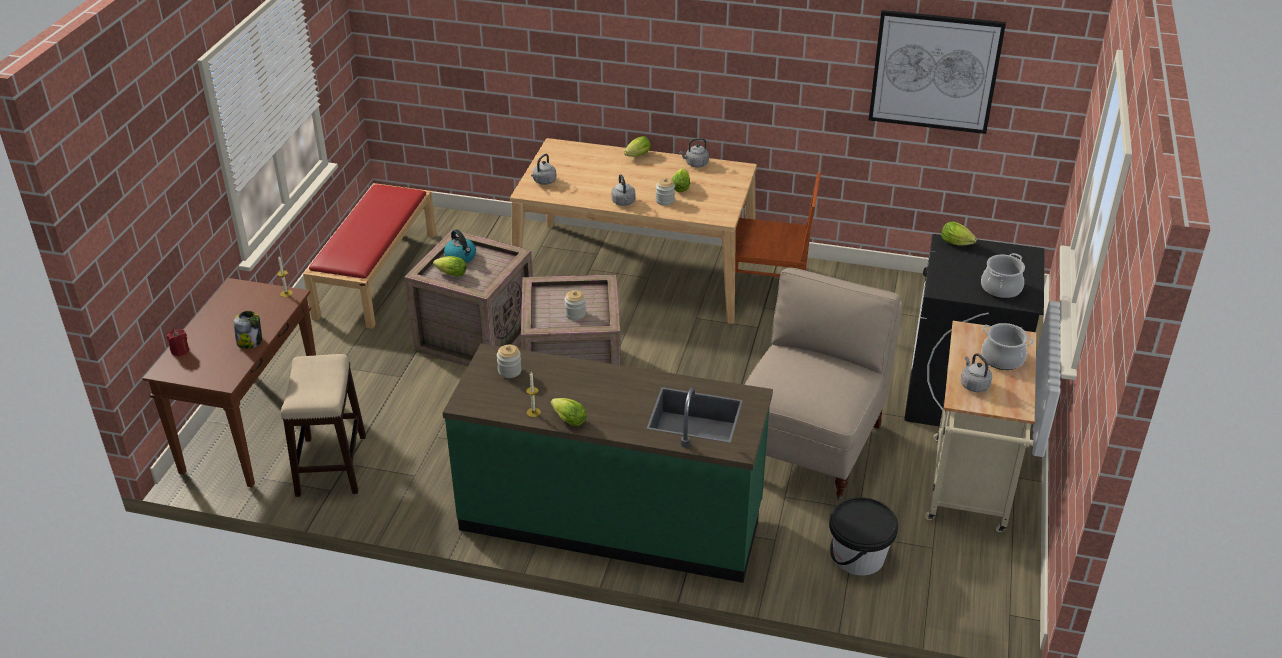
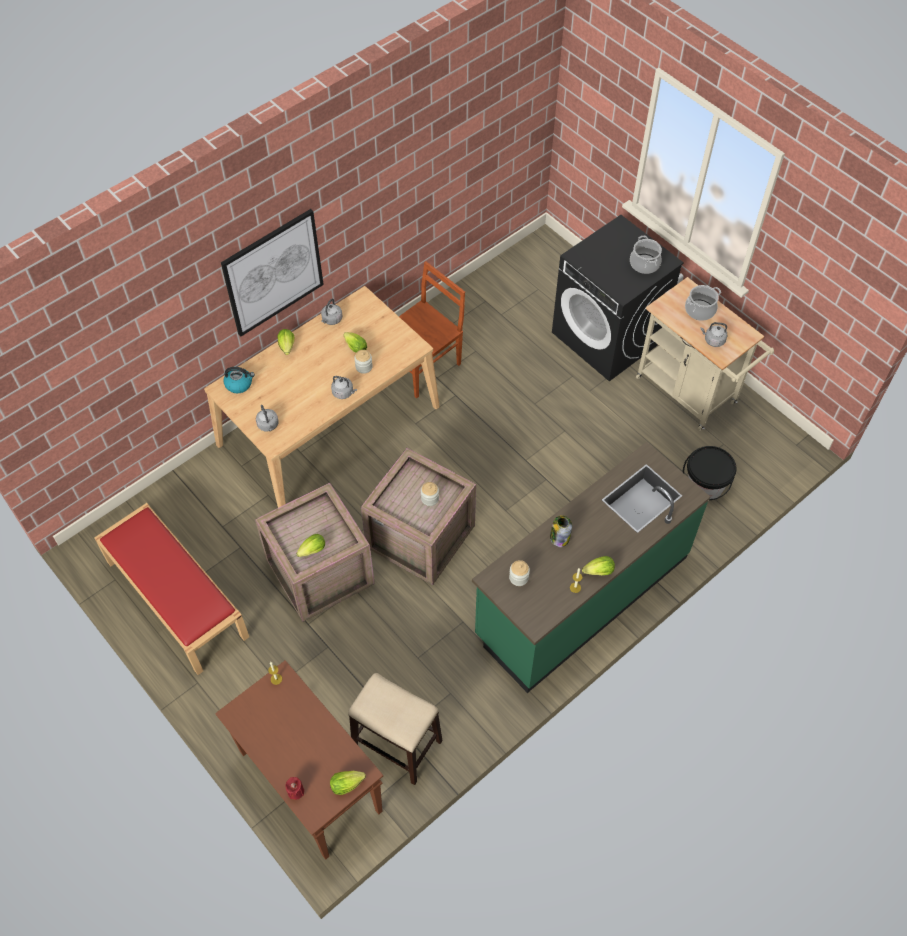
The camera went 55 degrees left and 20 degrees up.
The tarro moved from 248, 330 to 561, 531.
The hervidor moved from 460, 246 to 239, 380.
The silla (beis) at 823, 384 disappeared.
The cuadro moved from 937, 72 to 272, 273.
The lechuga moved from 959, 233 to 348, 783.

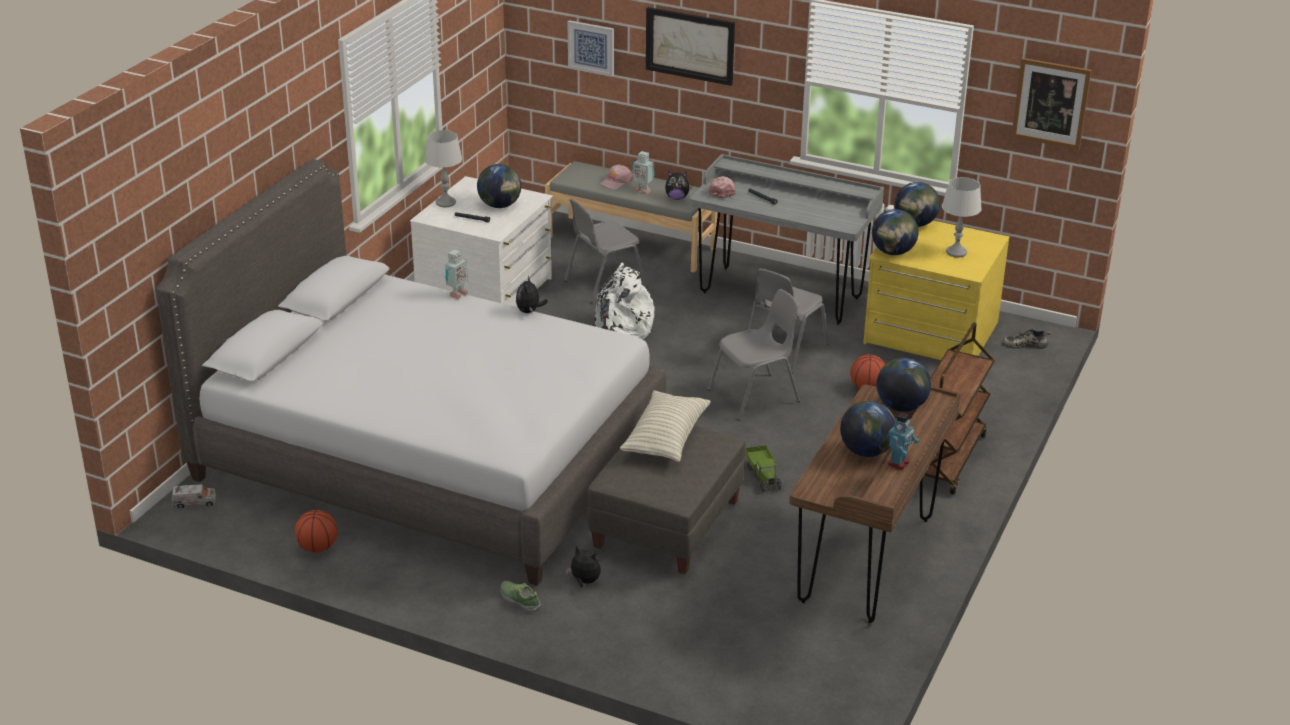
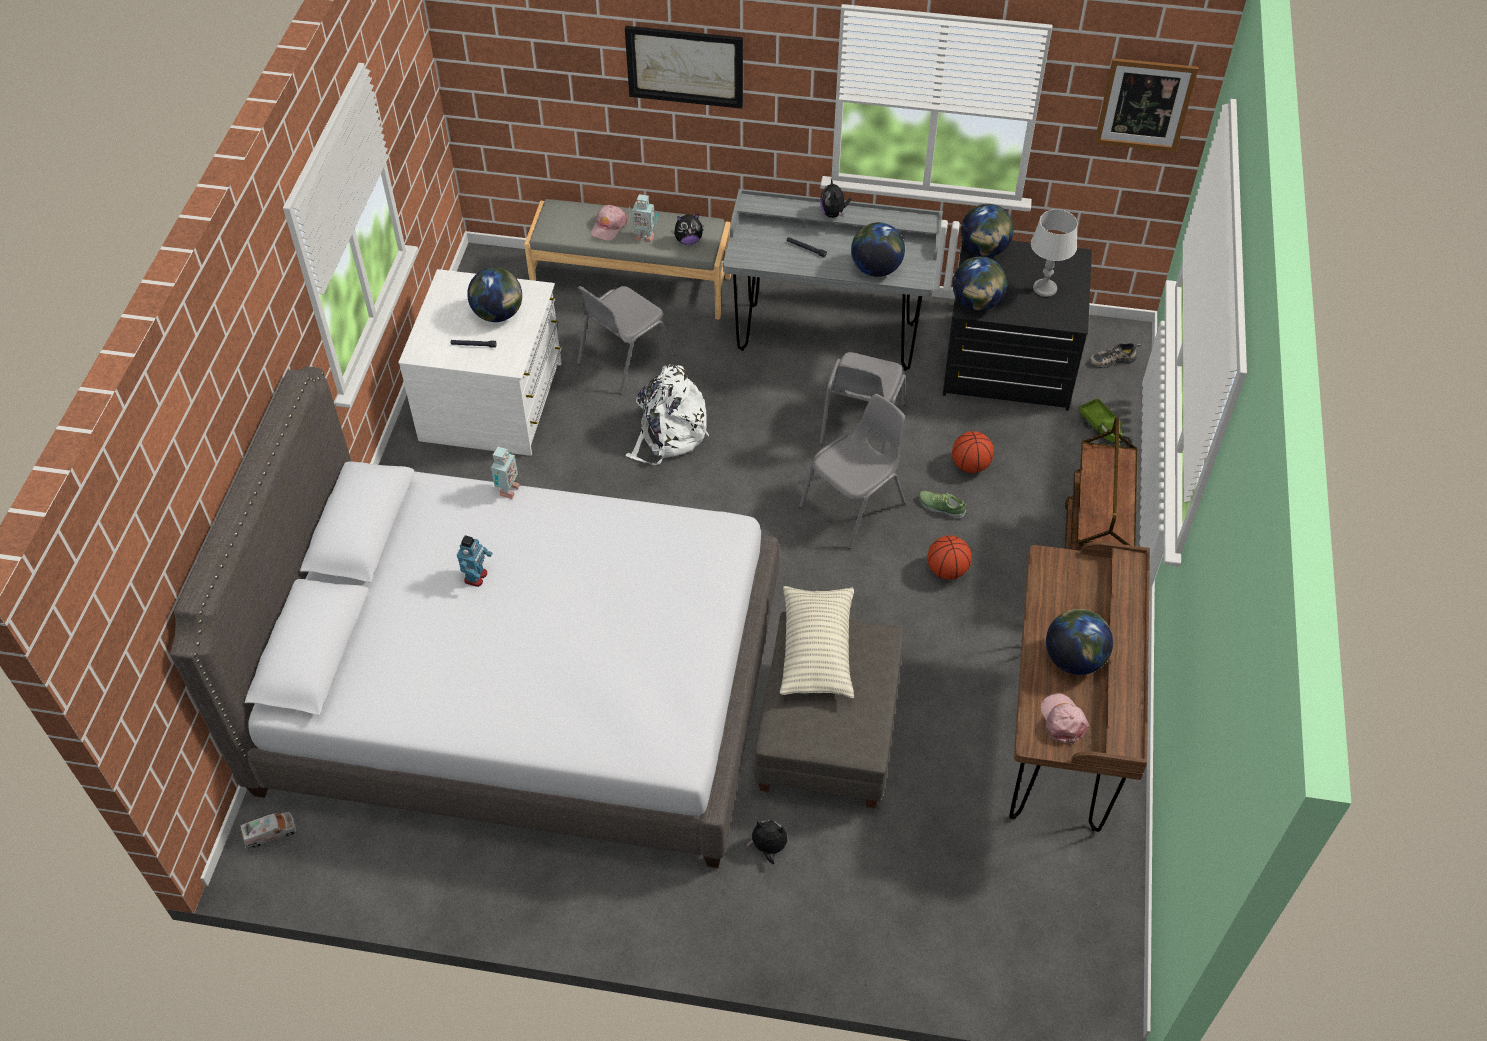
The camera went 15 degrees left and 20 degrees up.
The balón de baloncesto moved from 316, 531 to 949, 558.
The lámpara de mesa (gris) at 443, 168 disappeared.
The zapato moved from 520, 596 to 943, 505.
The peluche moved from 532, 294 to 835, 198.
The cuadro at 591, 48 disappeared.
The gorra (rosa) moved from 722, 187 to 1065, 718.
The camión de juguete moved from 763, 469 to 1105, 422.
The cómoda (amarillo) at 936, 290 became the cómoda (negro) at 1017, 325.
The globo terráqueo moved from 903, 385 to 878, 249.
The robot de juguete moved from 903, 440 to 475, 561.

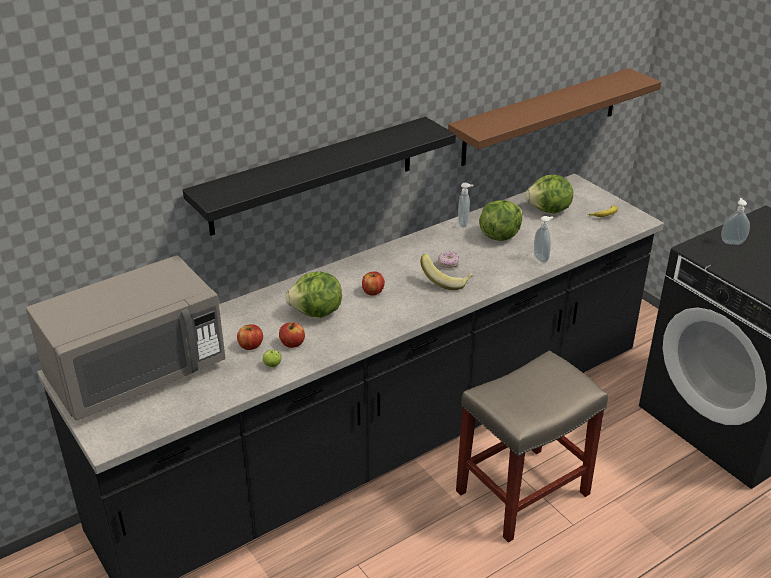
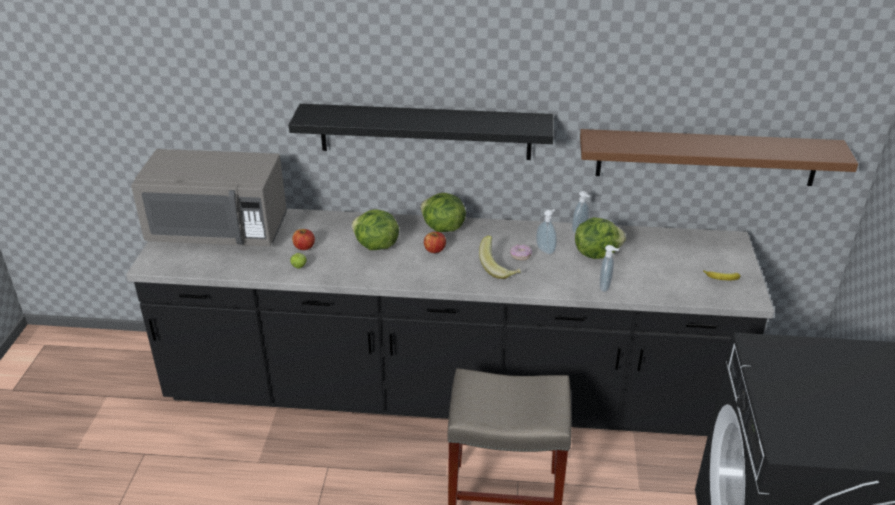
The camera went 40 degrees right and 0 degrees up.
The manzana at 292, 335 disappeared.
The lechuga moved from 549, 194 to 443, 212.
The dispensador de jabón moved from 735, 221 to 546, 231.

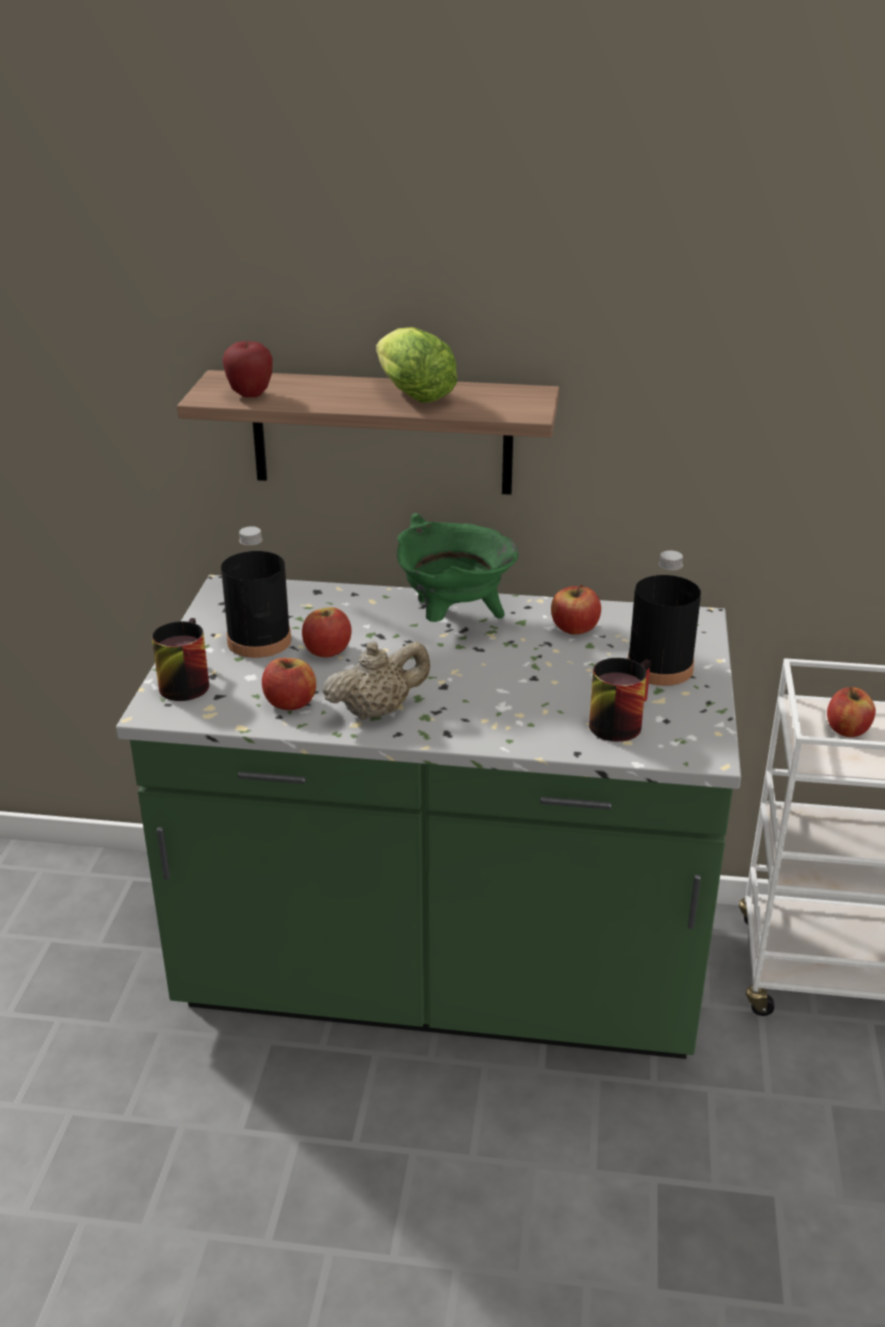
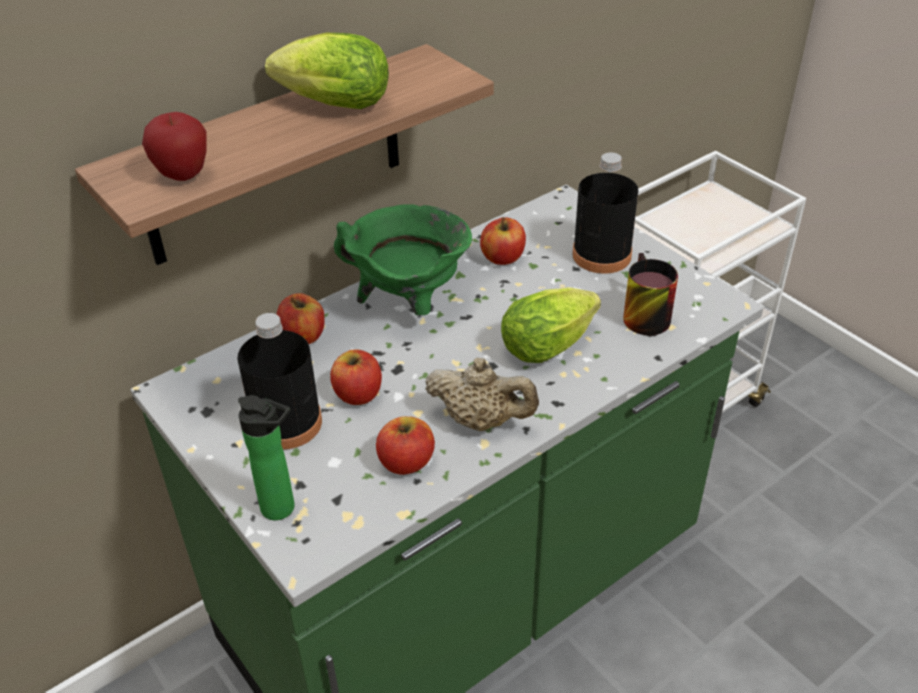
The camera went 45 degrees left and 10 degrees up.
The taza grande at 180, 659 was replaced by the botella at 266, 457.
The tetera (beis) at 376, 680 turned 90 degrees clockwise.
The manzana moved from 851, 712 to 301, 318.
The lechuga at 551, 325 appeared.

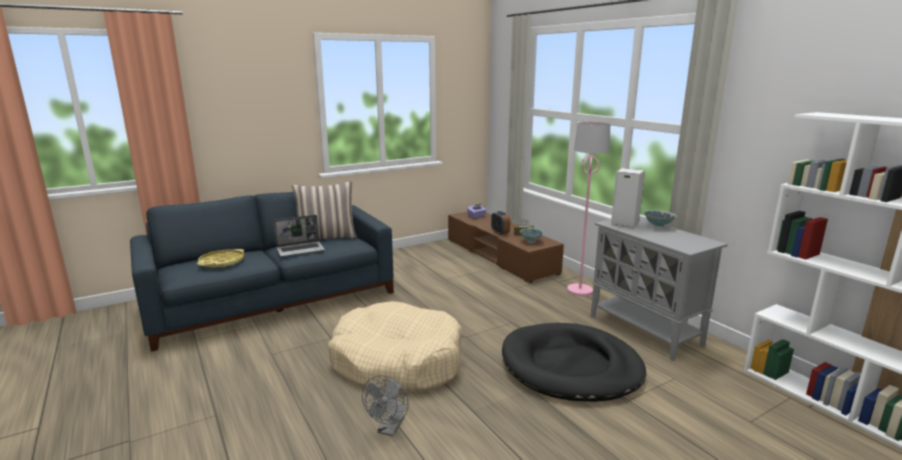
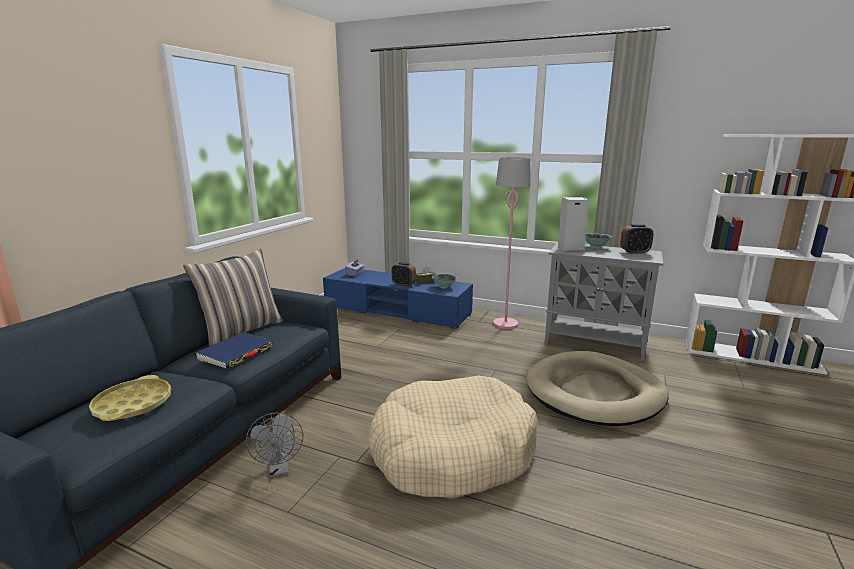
The camera went 35 degrees left and 0 degrees up.
The portátil at 299, 236 was replaced by the libro (azul) at 234, 350.
The ventilador (gris) moved from 385, 405 to 274, 445.
The mueble de televisión (marrón) at 506, 247 became the mueble de televisión (azul) at 398, 298.
The cama para perro (negro) at 574, 362 became the cama para perro (beis) at 597, 388.
The despertador at 637, 239 appeared.

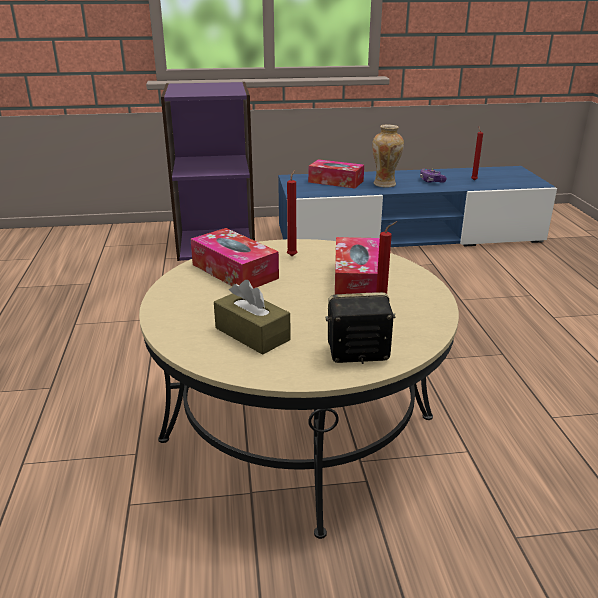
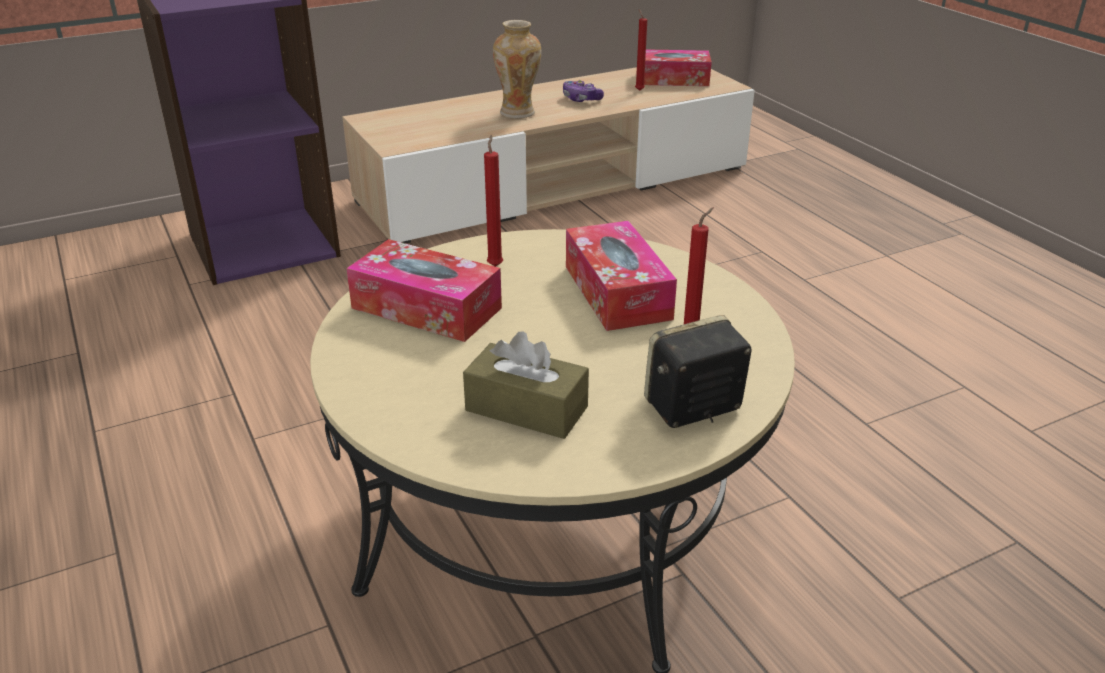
The camera went 20 degrees left and 5 degrees up.
The mueble de televisión (azul) at 417, 206 became the mueble de televisión (beis) at 548, 155.
The caja de pañuelos moved from 336, 174 to 678, 67.

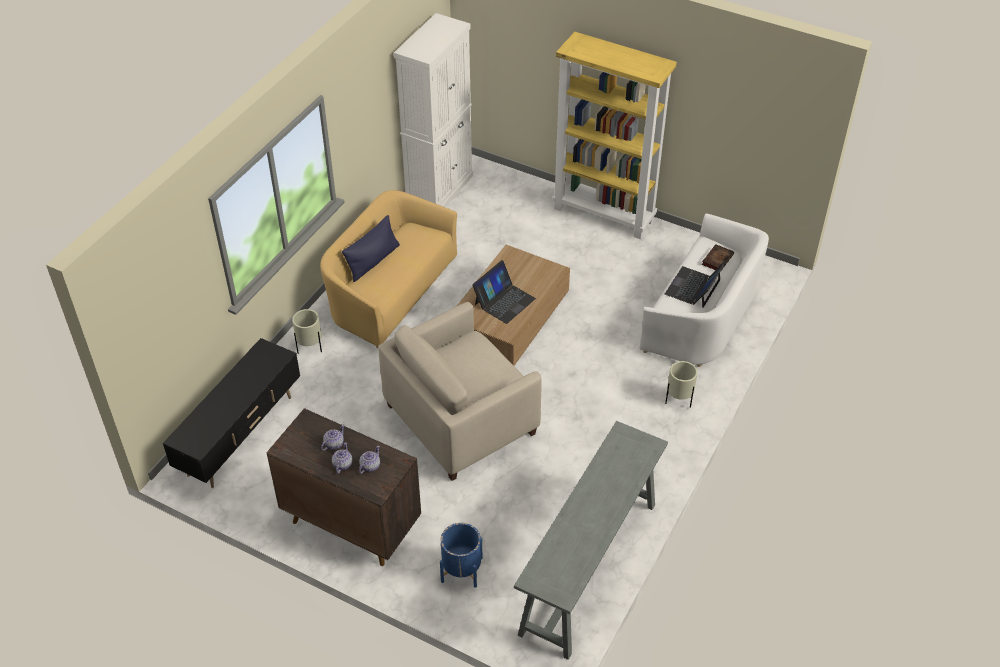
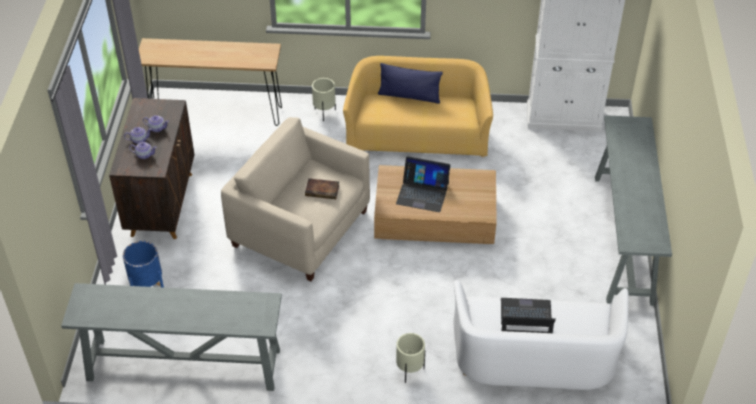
The camera went 65 degrees right and 0 degrees up.
The mueble de televisión (negro) at 231, 413 was replaced by the mesa consola (marrón) at 210, 82.
The estantería (amarillo) at 614, 135 was replaced by the mesa consola (gris) at 633, 210.
The libro moved from 718, 258 to 322, 188.

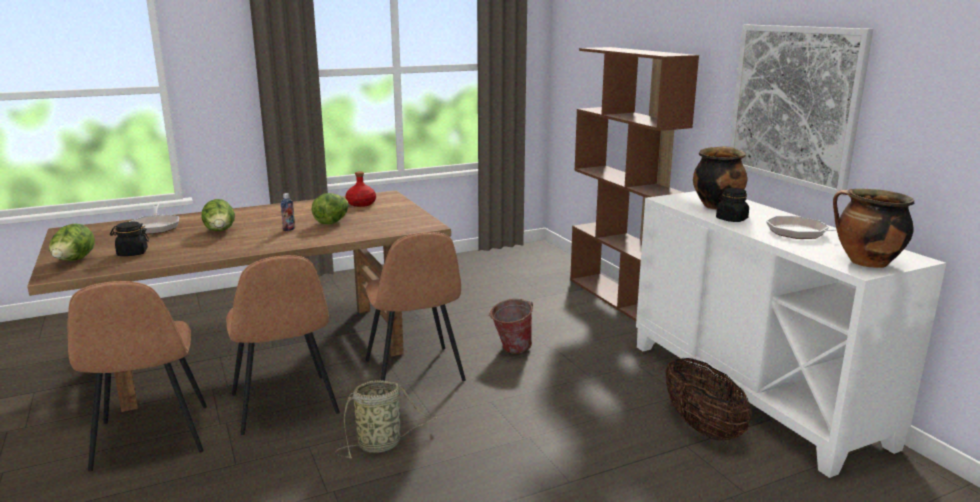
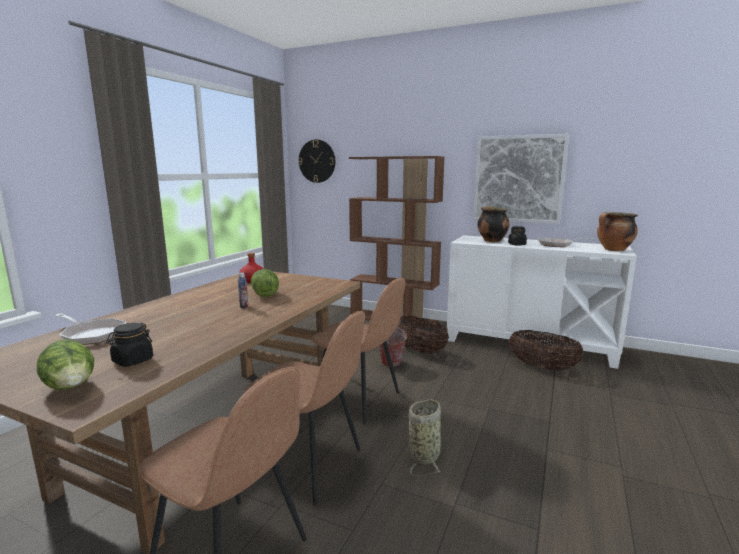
The camera went 40 degrees left and 5 degrees down.
The lechuga at 218, 215 disappeared.
The reloj de pared at 316, 161 appeared.
The cesta at 423, 335 appeared.

